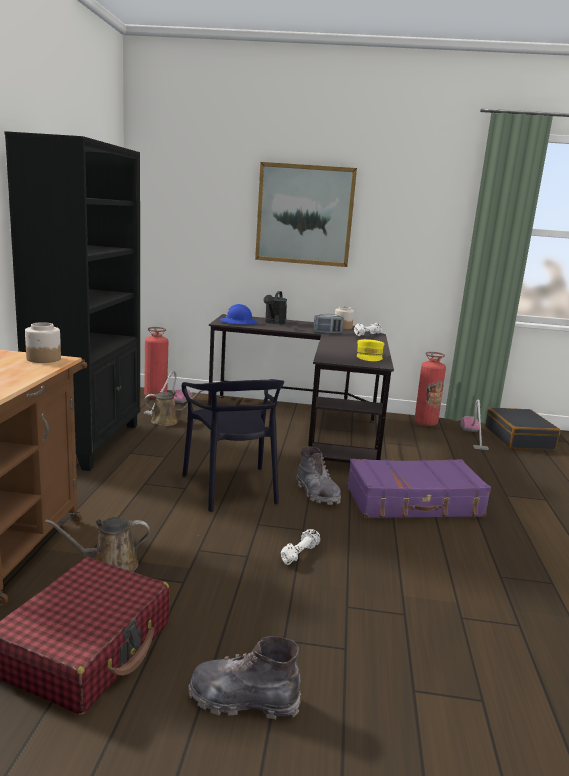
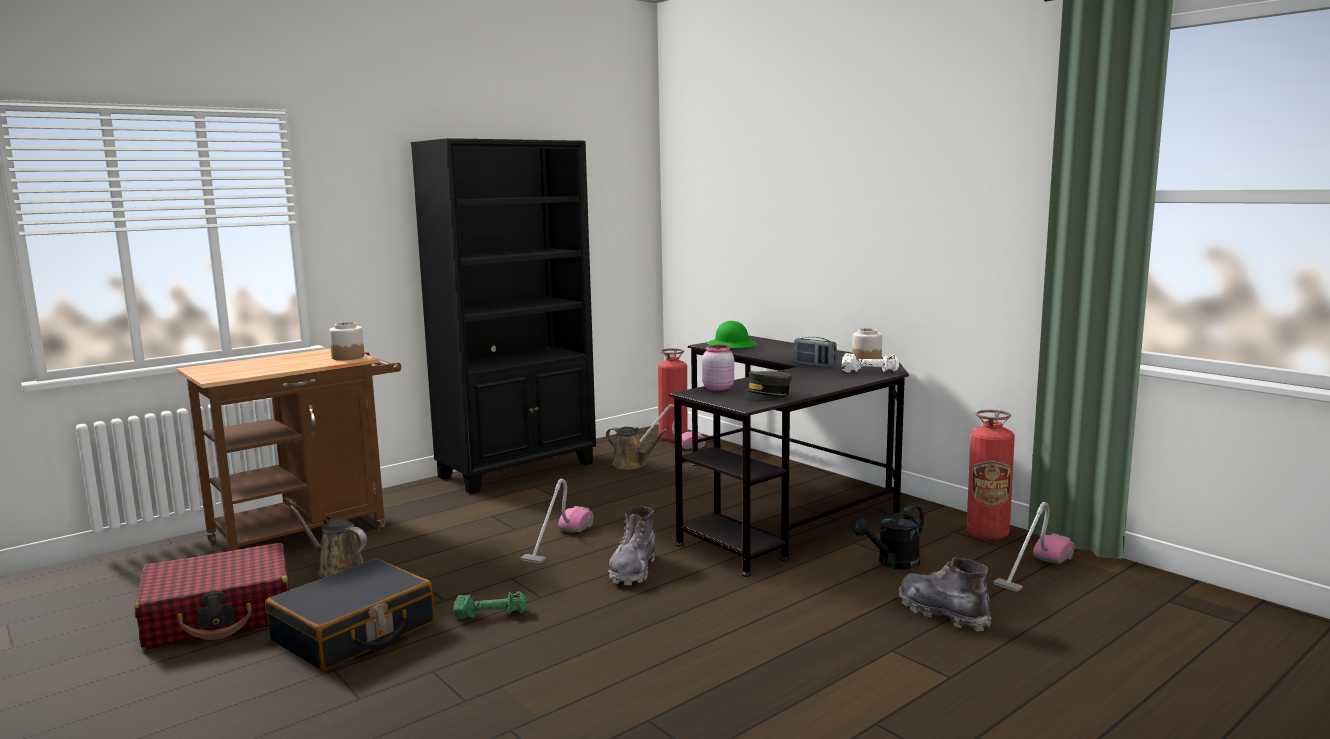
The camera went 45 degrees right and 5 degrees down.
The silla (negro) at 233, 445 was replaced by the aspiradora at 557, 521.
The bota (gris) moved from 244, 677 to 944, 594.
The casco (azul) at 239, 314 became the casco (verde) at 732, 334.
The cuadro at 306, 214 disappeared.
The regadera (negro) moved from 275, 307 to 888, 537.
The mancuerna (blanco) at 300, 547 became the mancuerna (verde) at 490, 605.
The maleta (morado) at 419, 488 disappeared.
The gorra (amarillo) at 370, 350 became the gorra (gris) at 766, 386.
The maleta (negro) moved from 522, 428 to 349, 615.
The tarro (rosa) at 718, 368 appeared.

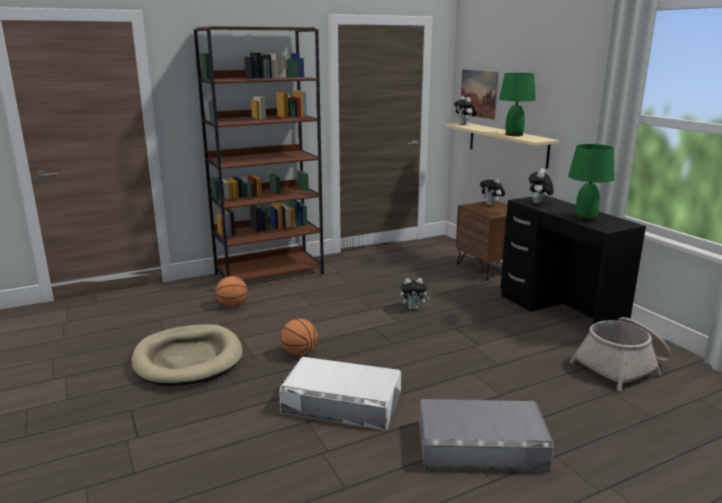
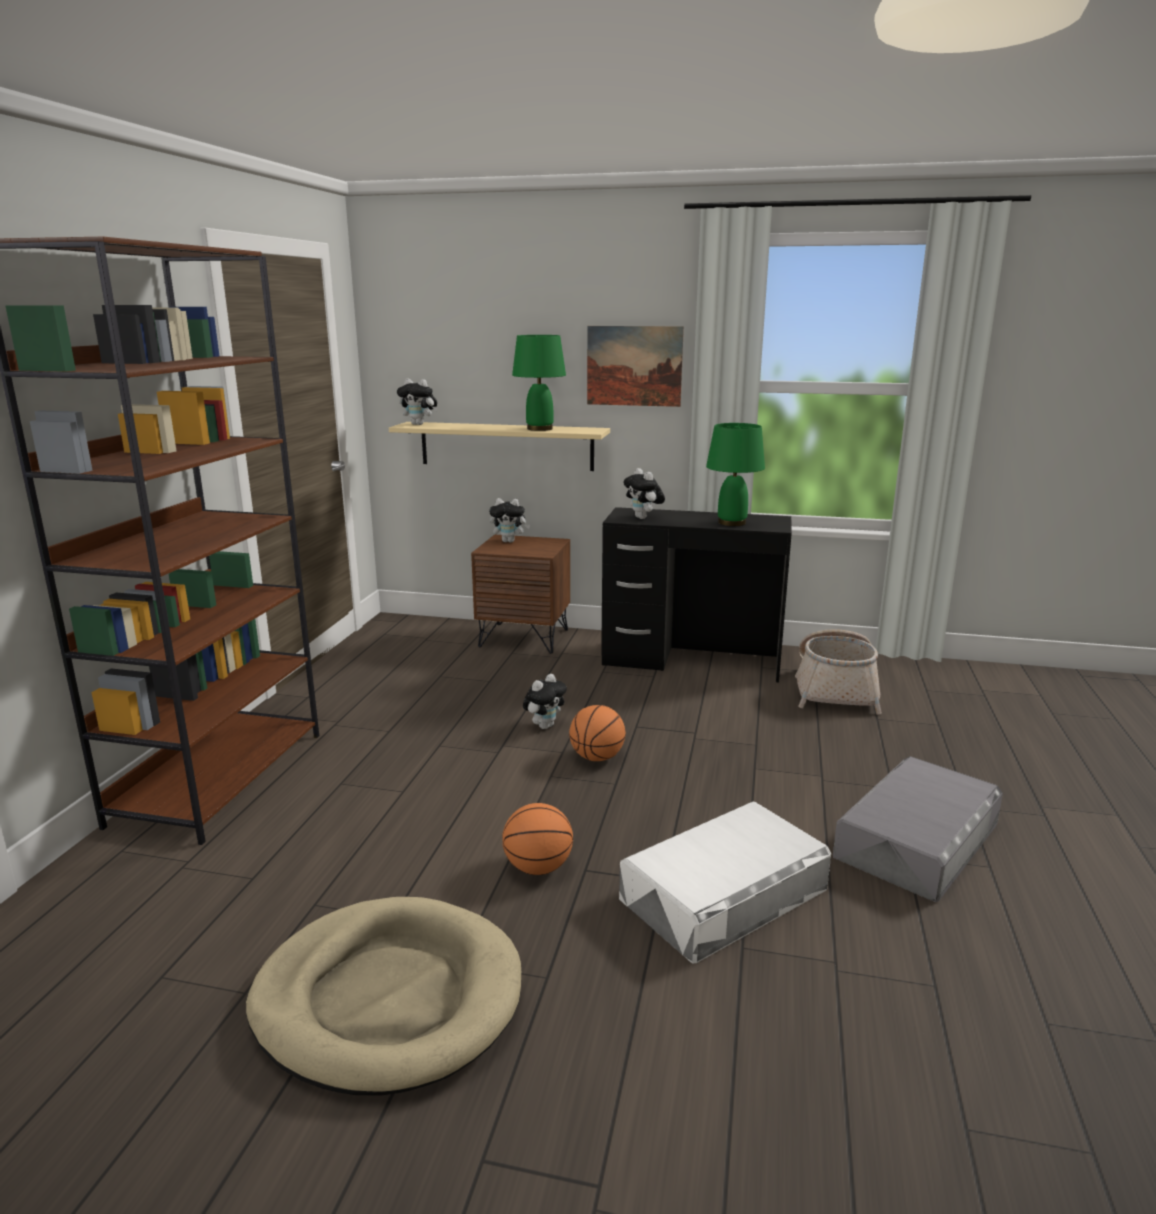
The camera went 50 degrees left and 0 degrees up.
The balón de baloncesto moved from 231, 291 to 597, 733.
The cuadro moved from 480, 95 to 635, 366.

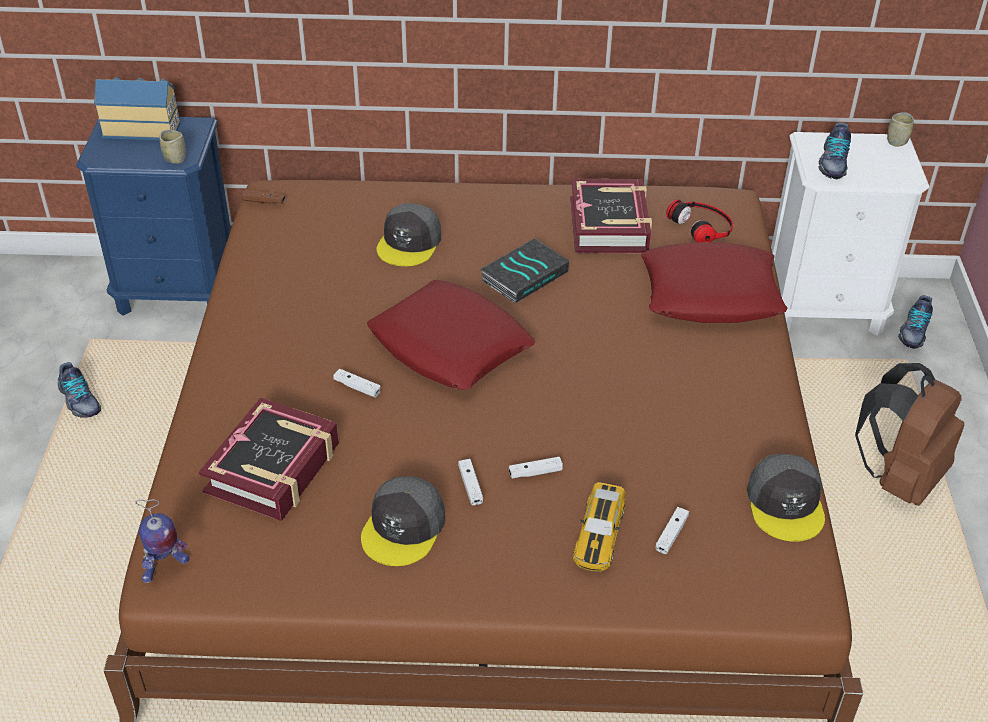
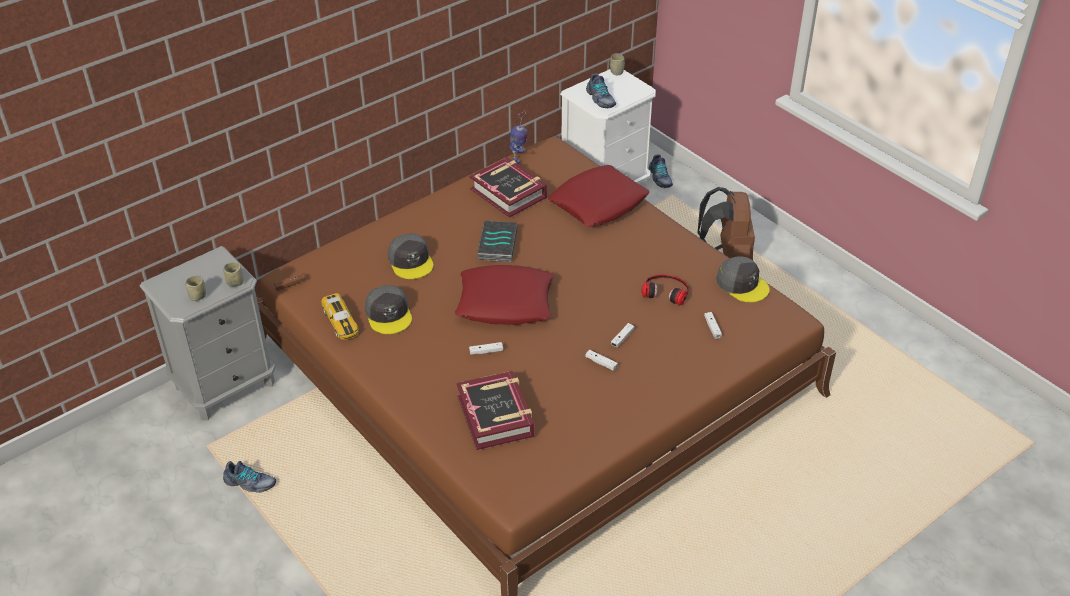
The camera went 40 degrees left and 0 degrees up.
The mesita de noche (azul) at 153, 216 became the mesita de noche (gris) at 208, 333.
The casita at 137, 108 disappeared.
The robot de juguete moved from 162, 541 to 519, 137.
The gorra (gris) moved from 403, 521 to 388, 309.
The coche de juguete moved from 599, 527 to 340, 316.
The auriculares moved from 699, 220 to 665, 290.
The taza at 195, 288 appeared.

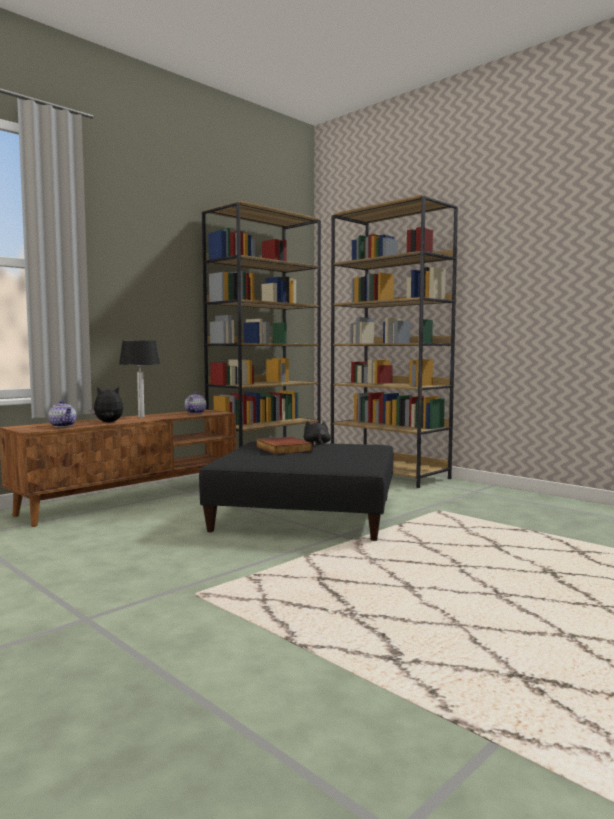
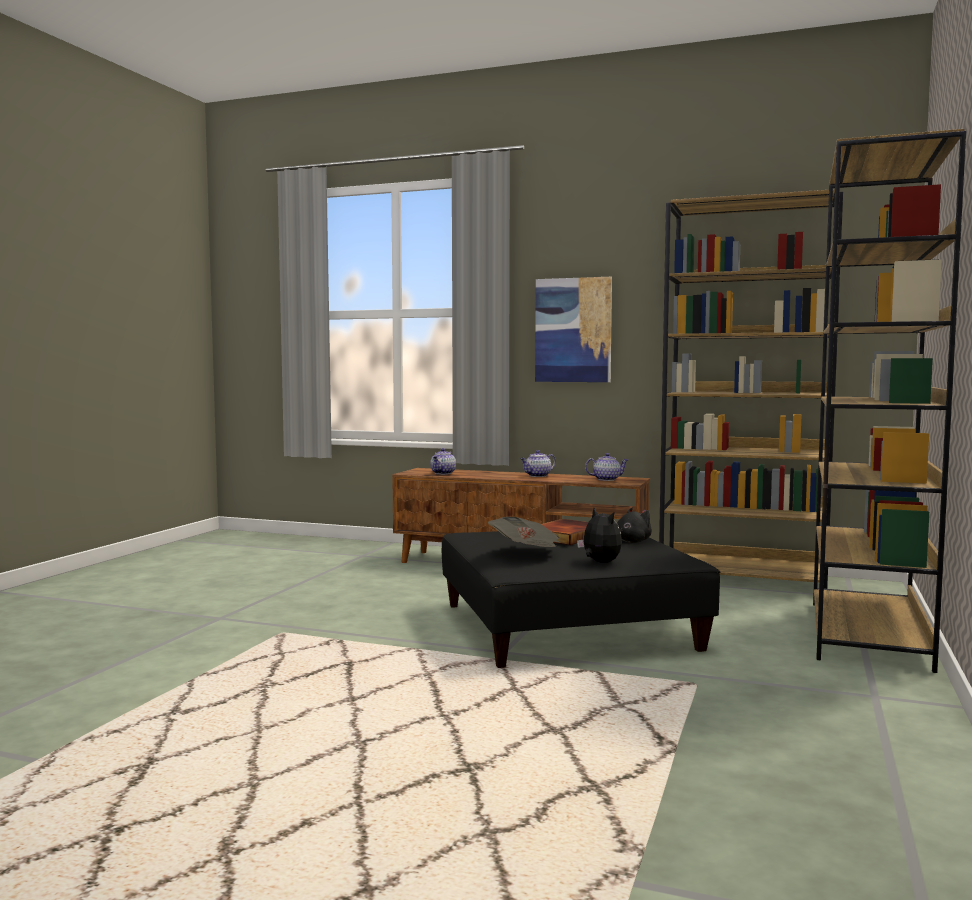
The camera went 65 degrees right and 0 degrees up.
The peluche moved from 106, 404 to 599, 535.
The lámpara de mesa at 139, 379 was replaced by the tetera at 538, 463.
The periódico at 524, 532 appeared.
The cuadro at 573, 329 appeared.

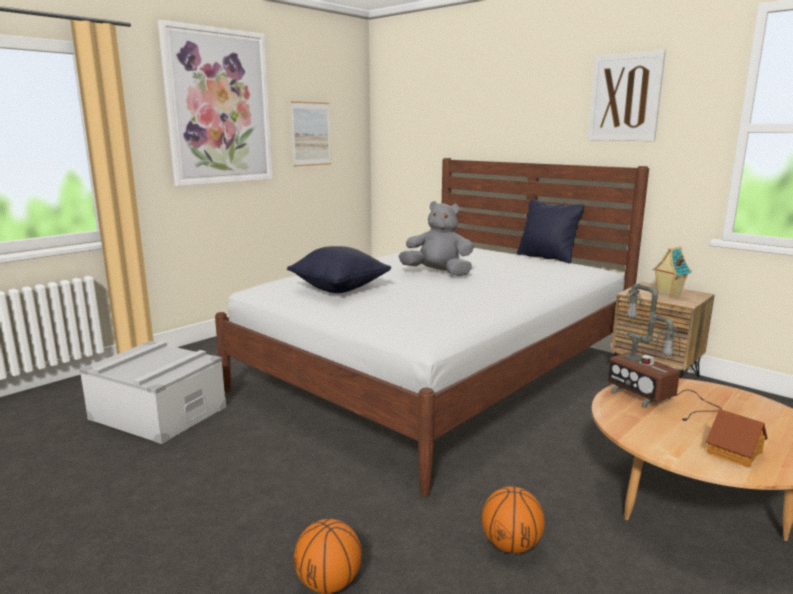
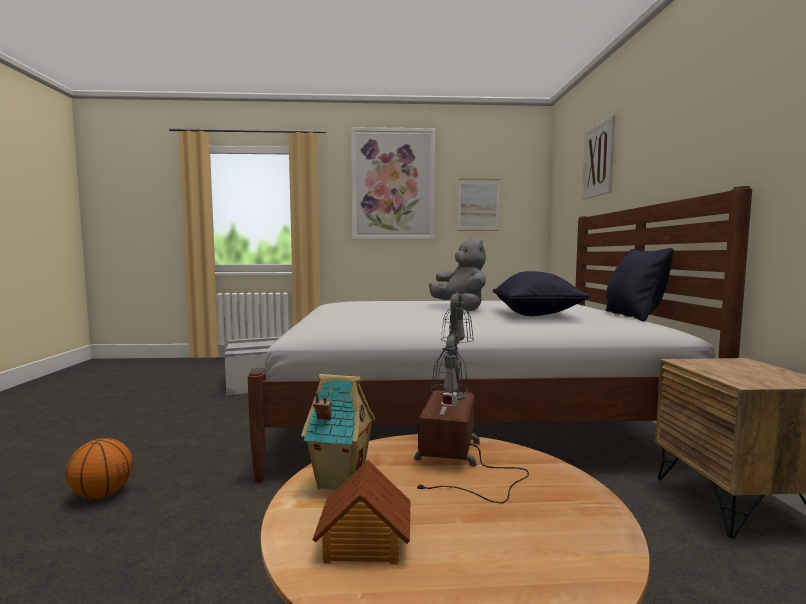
The camera went 45 degrees right and 10 degrees down.
The cojín (negro) moved from 339, 269 to 540, 293.
The balón de baloncesto at 513, 520 disappeared.
The cuadro moved from 627, 95 to 598, 157.
The casita moved from 672, 272 to 338, 432.

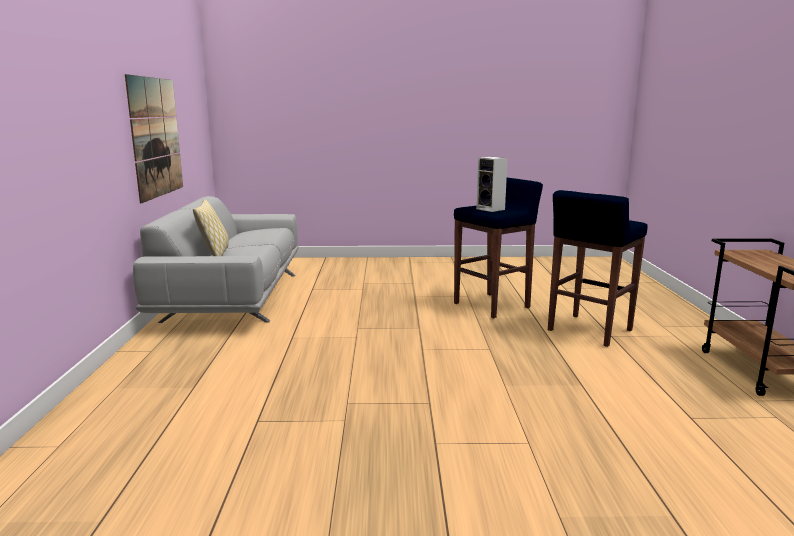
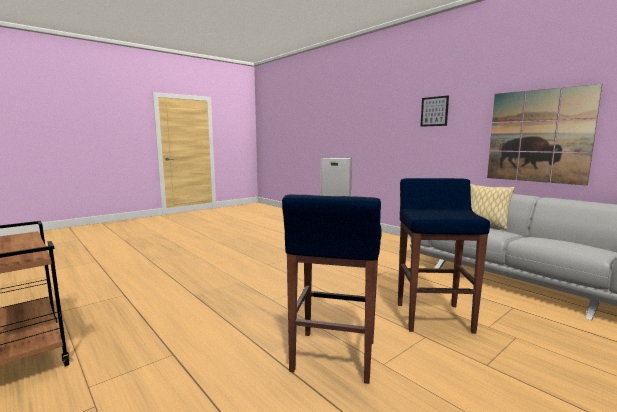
The camera went 140 degrees right and 5 degrees down.
The taburete (azul) moved from 598, 268 to 444, 256.
The cuadro at 434, 111 appeared.

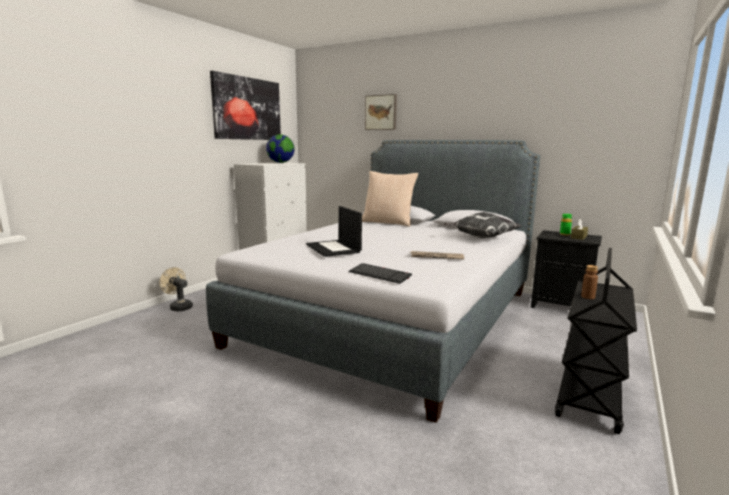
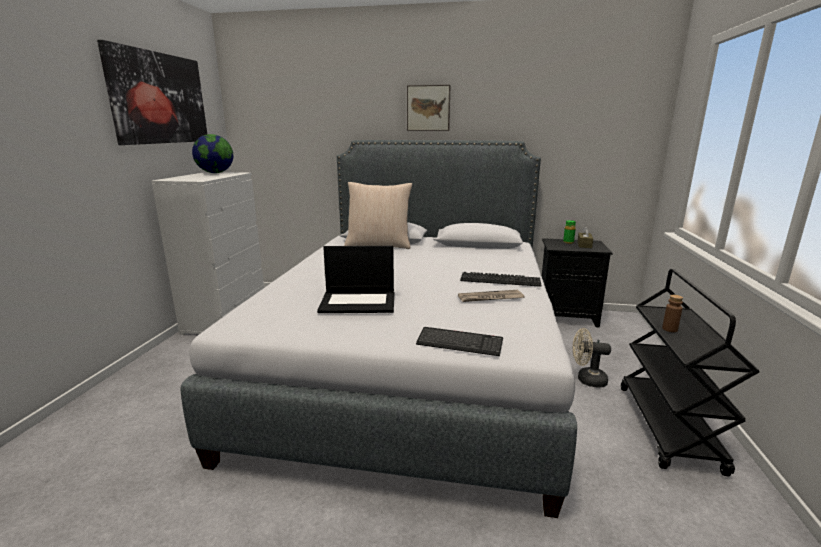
The camera went 20 degrees left and 5 degrees up.
The ventilador (beis) moved from 176, 289 to 592, 357.
The portátil at 334, 231 turned 45 degrees counterclockwise.
The cuadro moved from 381, 112 to 429, 108.
The cojín at 482, 225 disappeared.
The teclado at 501, 279 appeared.

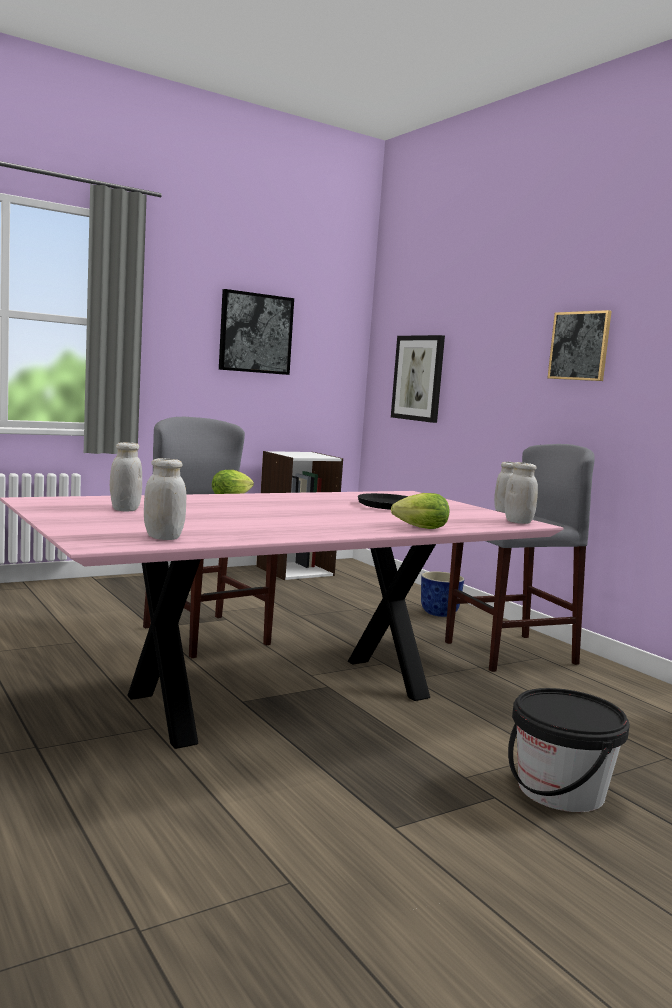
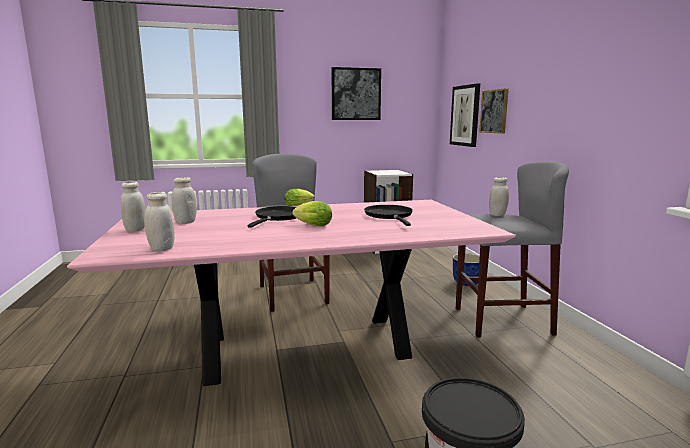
The camera went 20 degrees right and 5 degrees up.
The lechuga moved from 420, 511 to 312, 213.
The tarro (blanco) moved from 521, 493 to 133, 206.
The cuadro moved from 580, 345 to 494, 111.
The sartén (negro) at 272, 217 appeared.

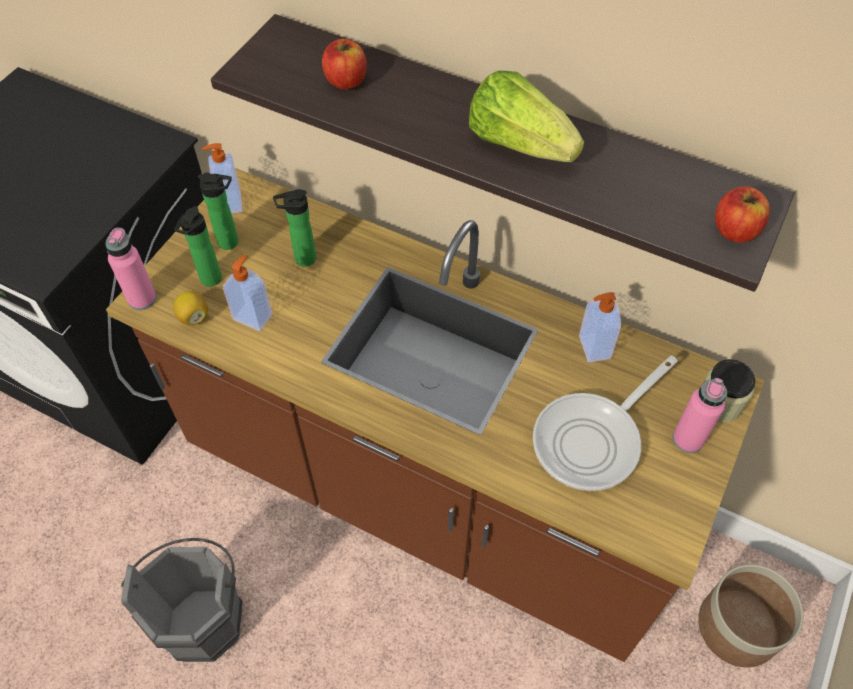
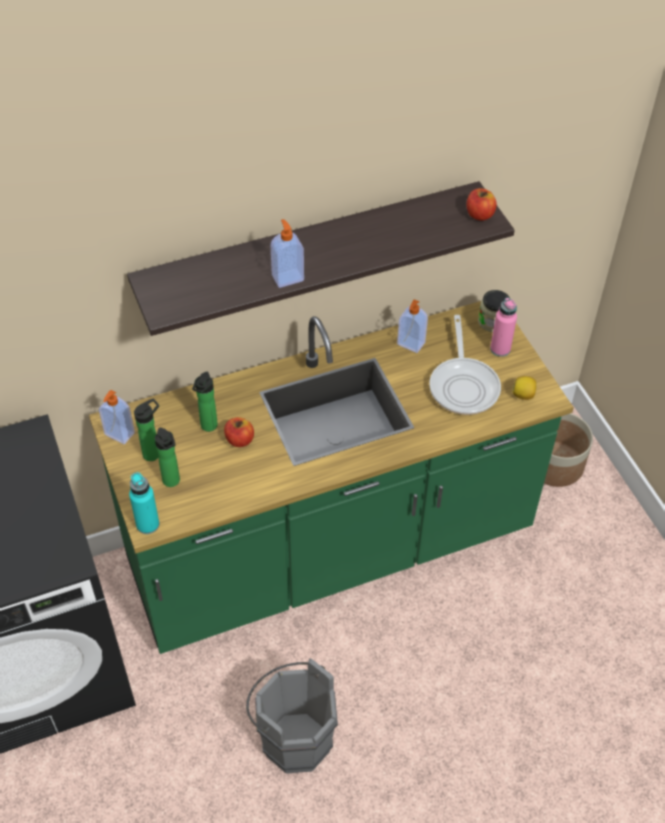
The camera went 50 degrees left and 5 degrees down.
The botella (rosa) at 131, 269 became the botella (turquesa) at 144, 503.
The mueble bajo de cocina (marrón) at 435, 415 became the mueble bajo de cocina (verde) at 331, 477.
The limón moved from 191, 308 to 524, 388.
The dispensador de jabón moved from 247, 292 to 287, 253.
The manzana moved from 344, 64 to 239, 432.
The lechuga at 526, 116 disappeared.

